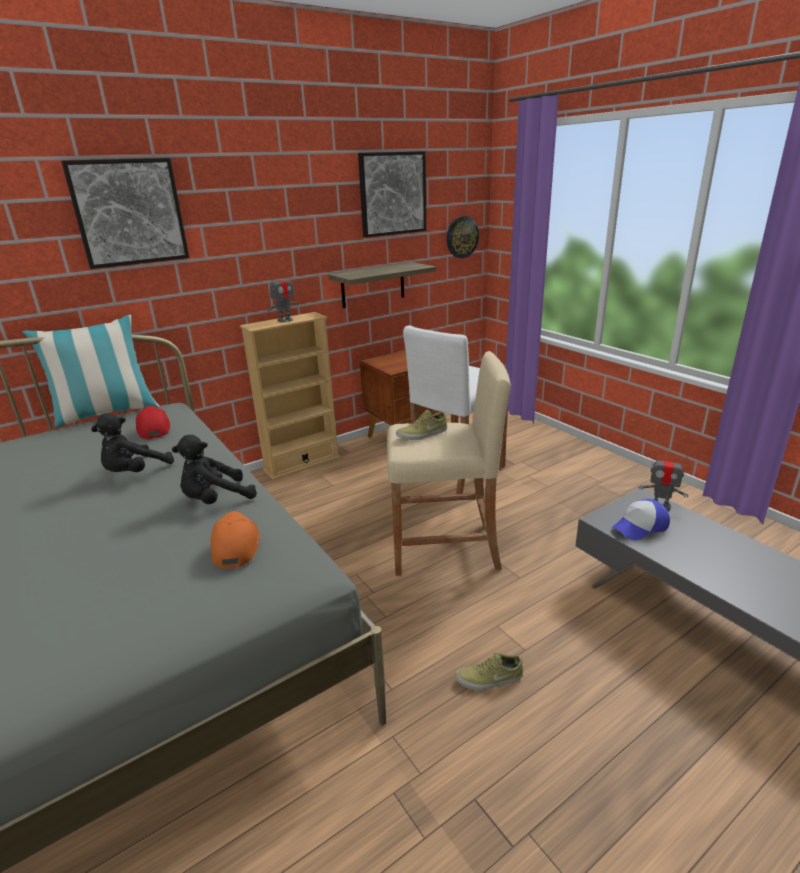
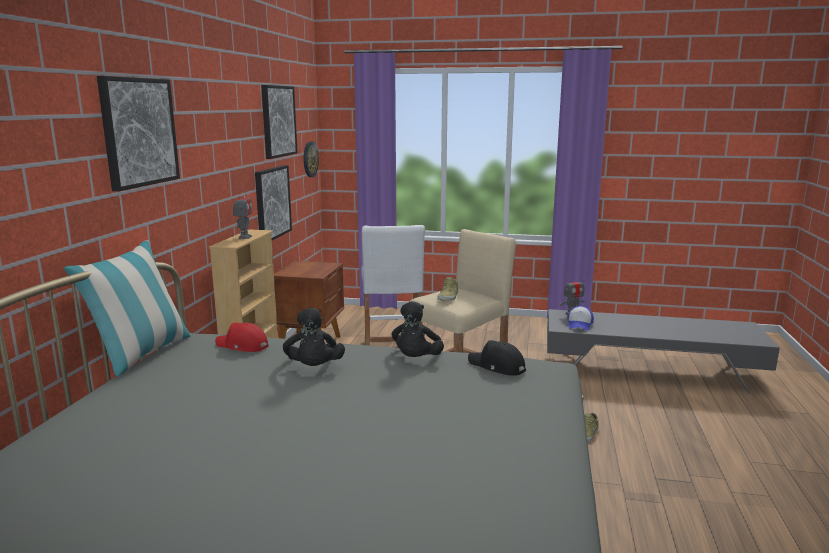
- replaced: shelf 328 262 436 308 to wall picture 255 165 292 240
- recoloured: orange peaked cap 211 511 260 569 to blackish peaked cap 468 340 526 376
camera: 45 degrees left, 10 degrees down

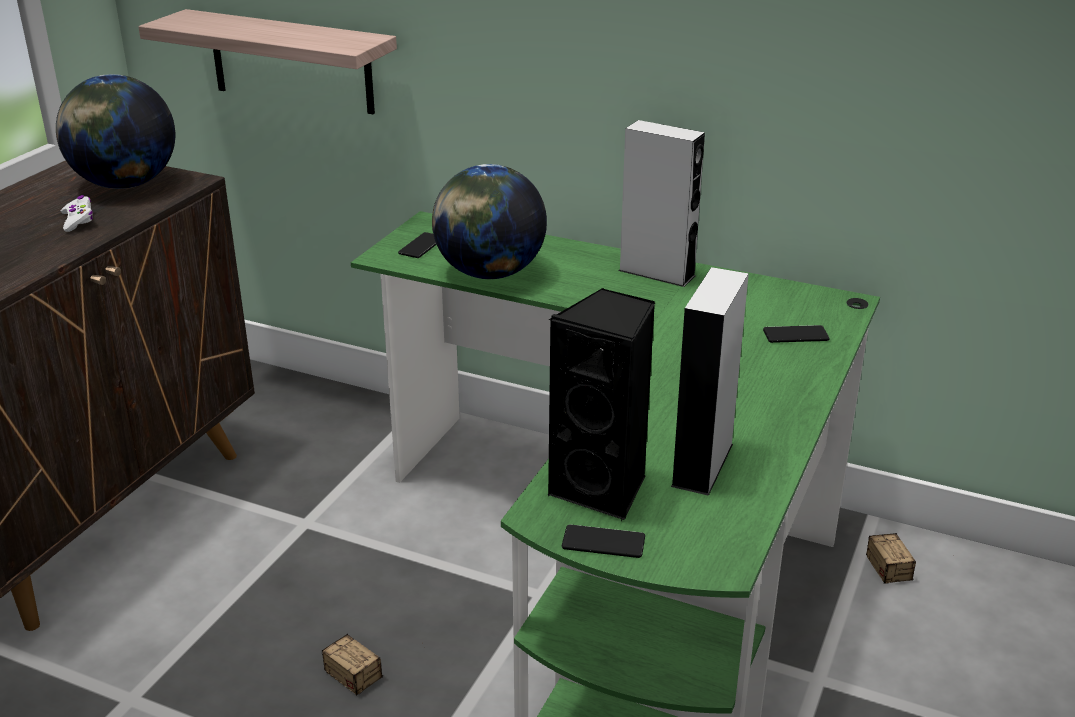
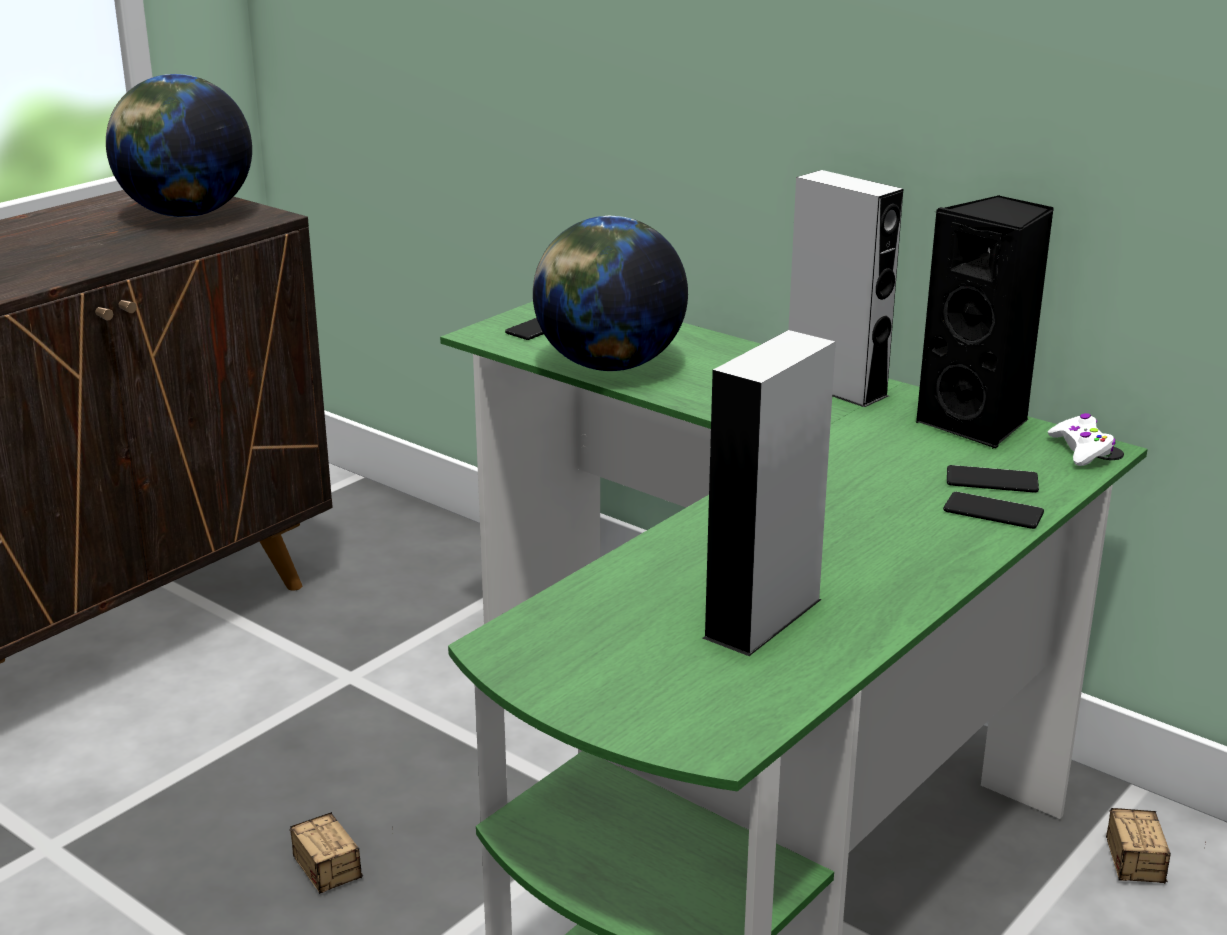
- removed: shelf 138 9 397 115
- moved: white-coloured game controller 61 195 93 232 to 1048 413 1115 466
- moved: blackish loudspeaker 547 288 655 521 to 916 195 1054 449
- moved: phone 562 524 645 558 to 943 492 1044 529
camera: 15 degrees right, 5 degrees down

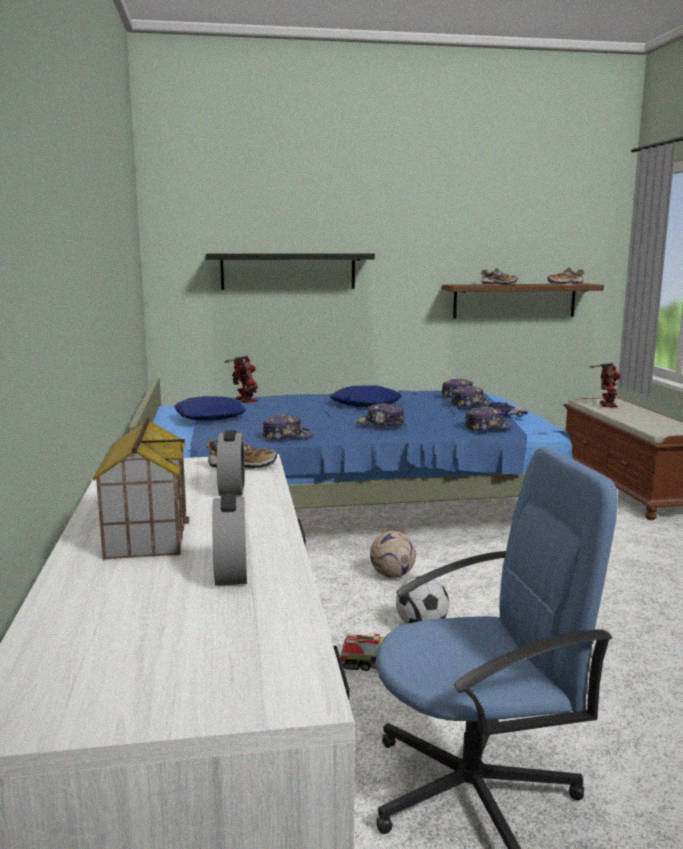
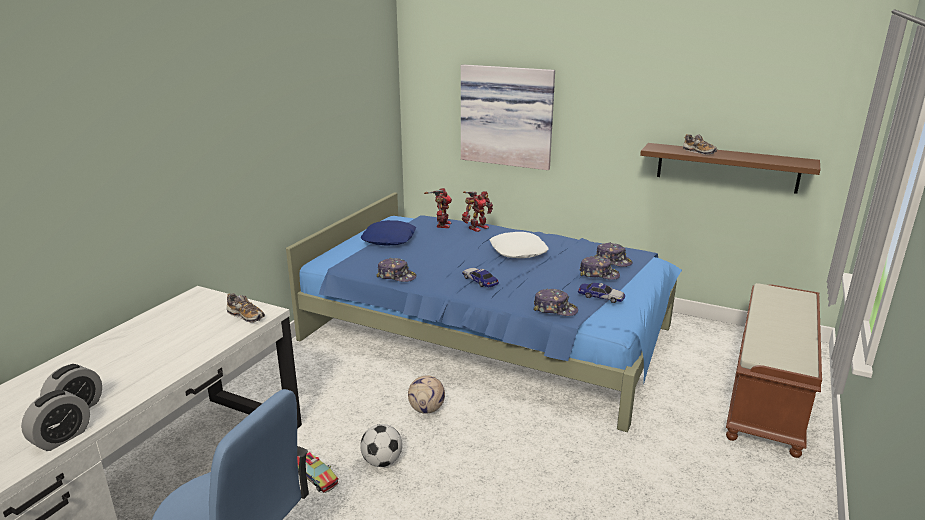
- replaced: blackish shelf 206 253 375 290 to wall picture 461 65 555 170
- removed: shoe 547 267 584 285
- moved: toy robot 589 362 620 408 to 462 191 493 232
- recoloured: bluish pillow 329 385 402 407 to white-coloured pillow 490 232 549 258
- replaced: peaked cap 357 403 404 426 to miniature car 462 268 499 287
- removed: miniature house 93 417 190 560
- moved: bedside clock 217 430 245 496 to 21 390 90 451
camera: 35 degrees right, 10 degrees up

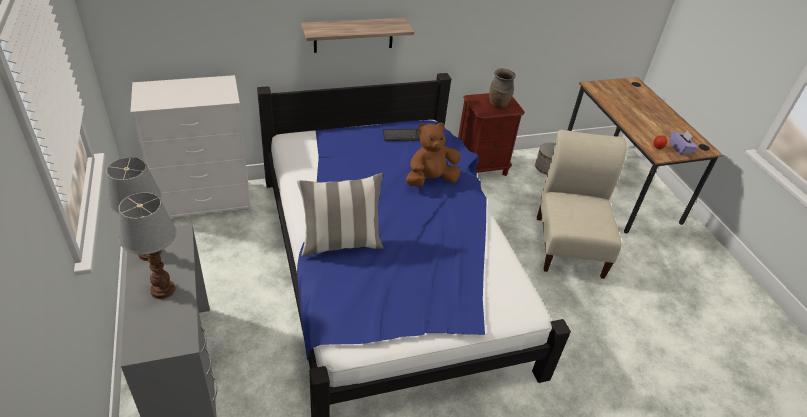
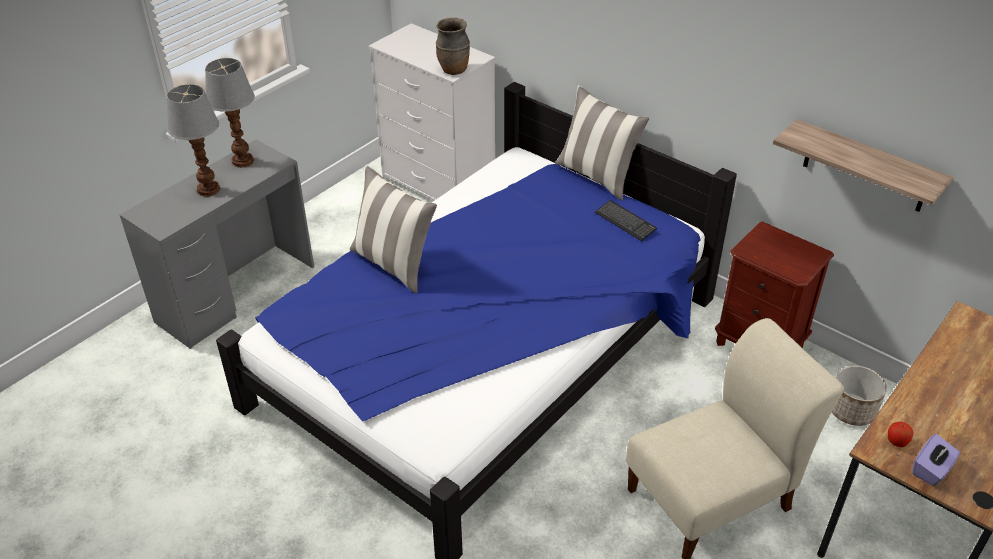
- moved: shelf 301 18 414 53 to 773 119 953 212
- moved: brown-coloured vase 489 68 516 109 to 436 18 470 75
- removed: brown-coloured soft toy 406 122 460 187
- added: pillow 555 85 649 200
camera: 60 degrees right, 0 degrees up

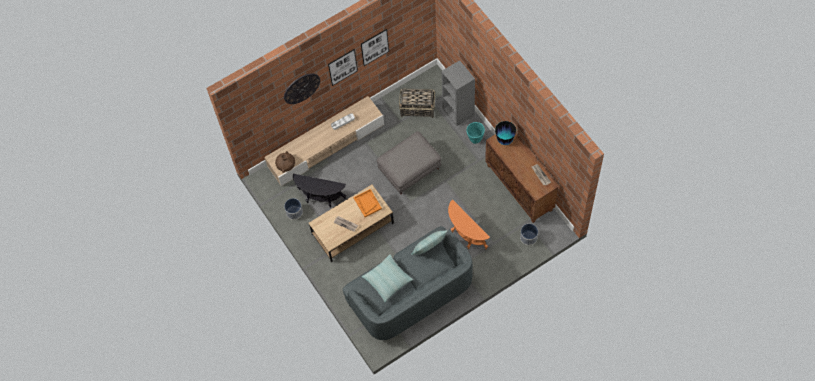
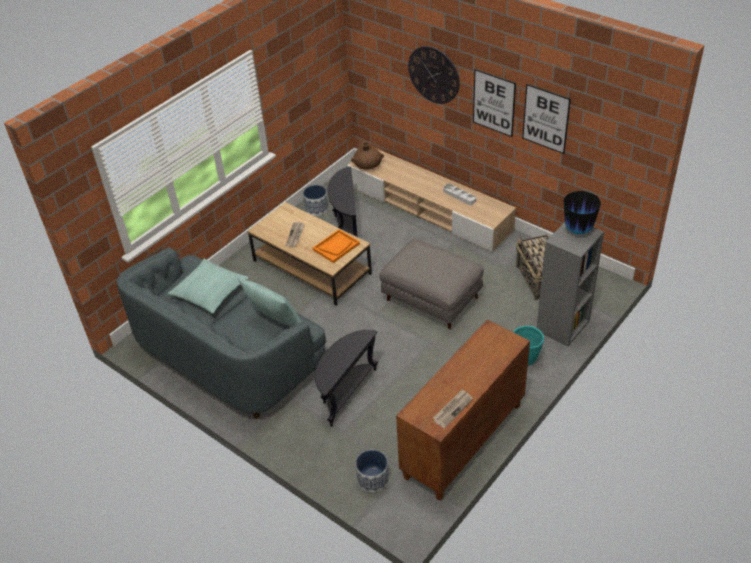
- moved: vase 495 121 516 145 to 564 191 601 234
- recoloured: orange accent table 448 200 490 249 to blackish accent table 315 330 378 427
camera: 70 degrees right, 20 degrees down

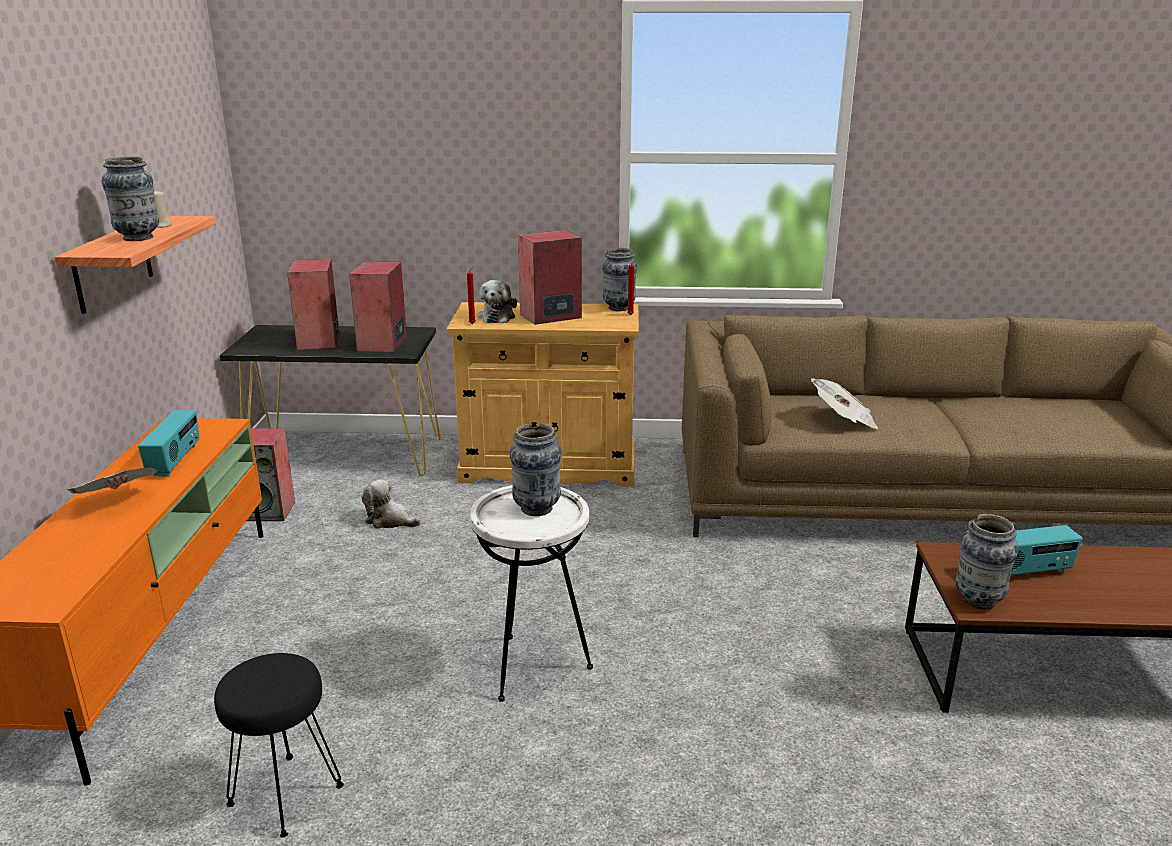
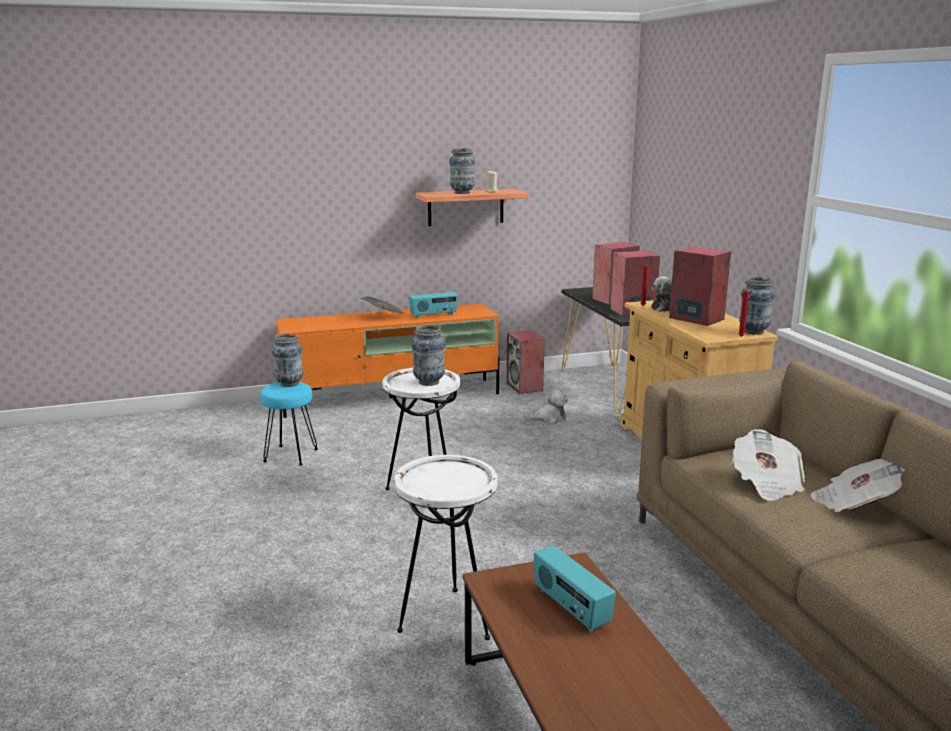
- turned: soft toy 362 479 421 529 = 524 389 568 424 75 degrees clockwise
- moved: vase 955 514 1019 610 to 272 333 303 387
- recoloured: blackish sitting stool 214 653 344 838 to blue-green sitting stool 260 382 318 466
- added: white-coloured accent table 394 455 498 640
- added: newspaper 811 459 905 512
camera: 70 degrees right, 5 degrees down

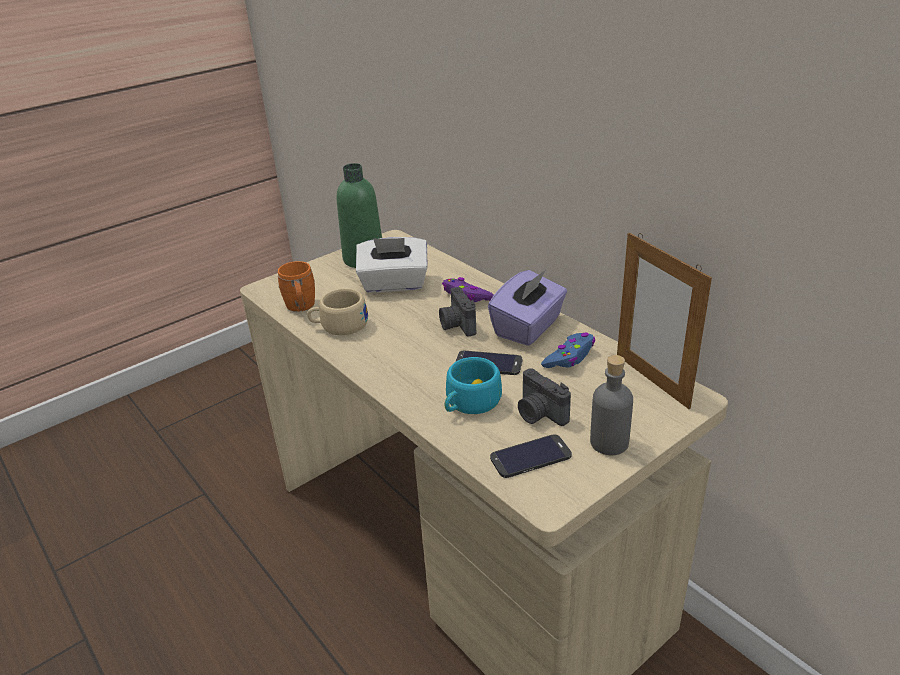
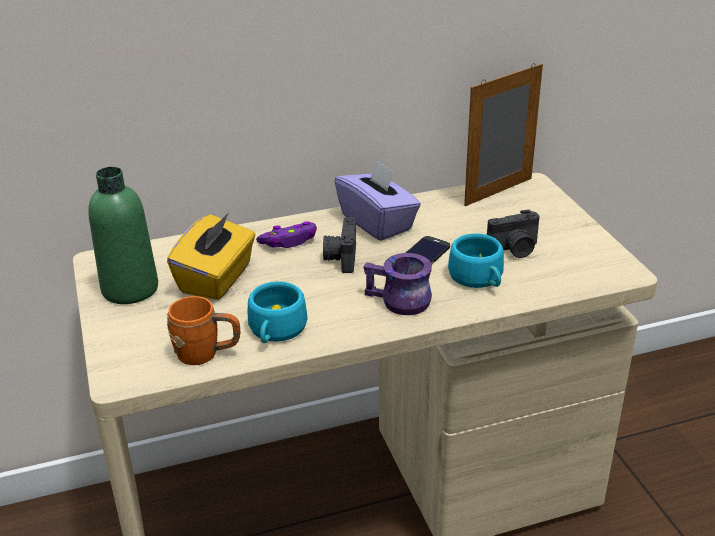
- turned: standing frame 617 233 712 409 = 464 63 543 206 150 degrees clockwise
- recoloured: white-coloured box of tissues 356 237 428 293 to yellow-coloured box of tissues 167 214 256 300
- turned: still camera 439 287 476 336 = 323 217 356 273 90 degrees clockwise
- recoloured: beige-coloured cup 307 289 368 335 to blue-green cup 248 281 307 343
- removed: bluish game controller 541 332 595 368
- removed: greyish beverage bottle 590 355 633 455
- removed: phone 490 434 572 478
- added: purplish coffee mug 363 253 432 315
camera: 70 degrees left, 0 degrees up

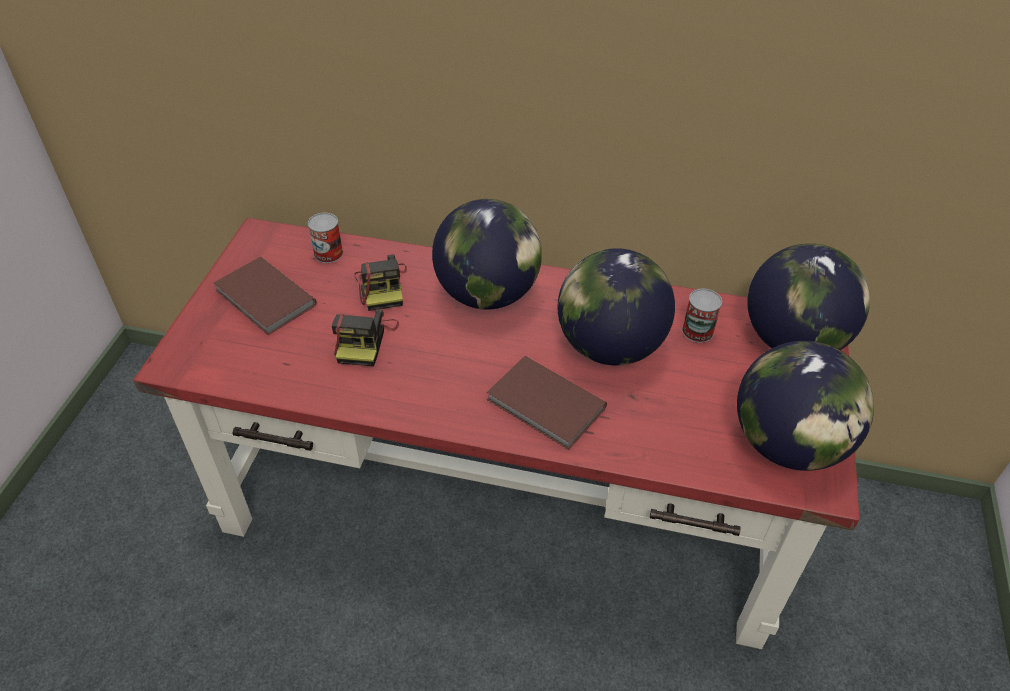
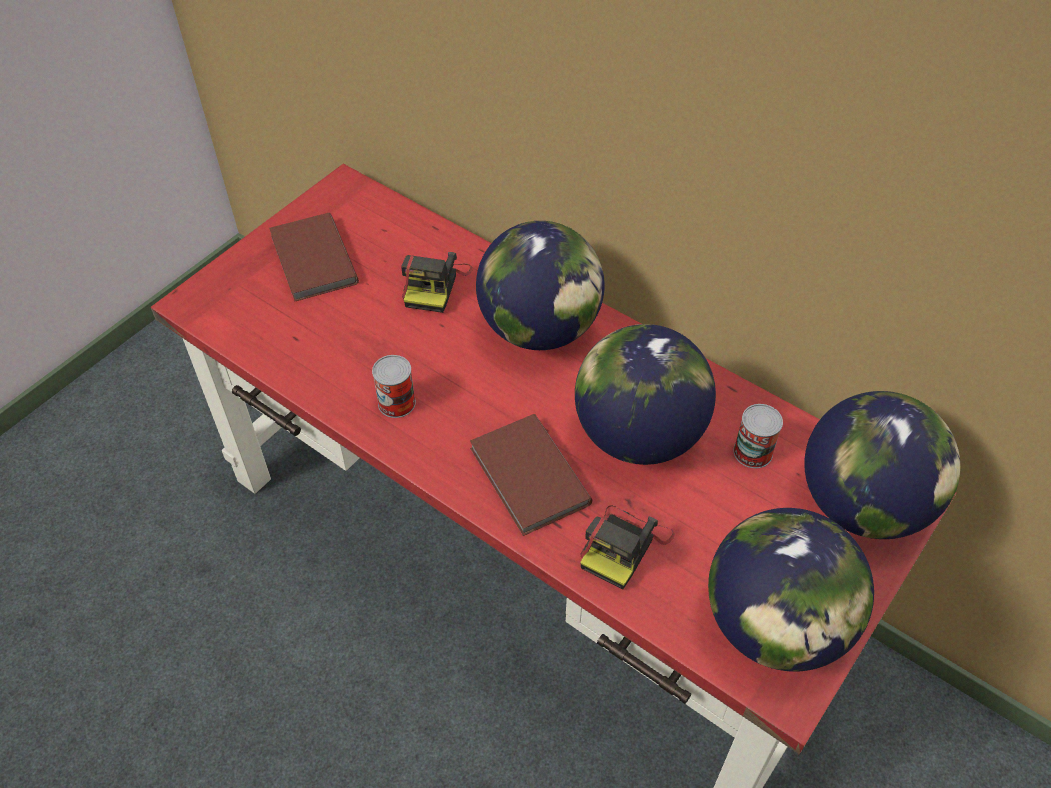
- moved: sealed can 308 213 343 263 to 372 355 416 418
- moved: still camera 332 309 399 366 to 580 505 674 590
camera: 25 degrees right, 5 degrees up

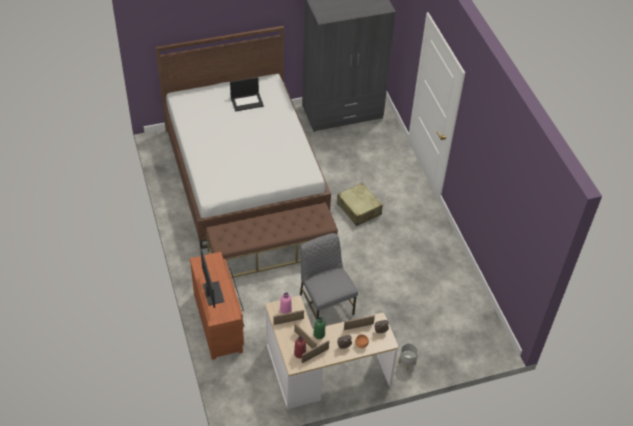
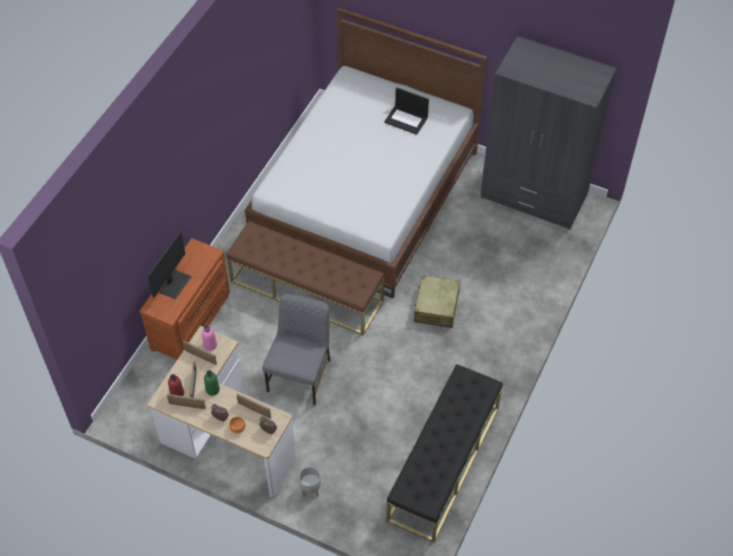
- added: blackish long seat 386 364 503 542
camera: 45 degrees right, 5 degrees up

